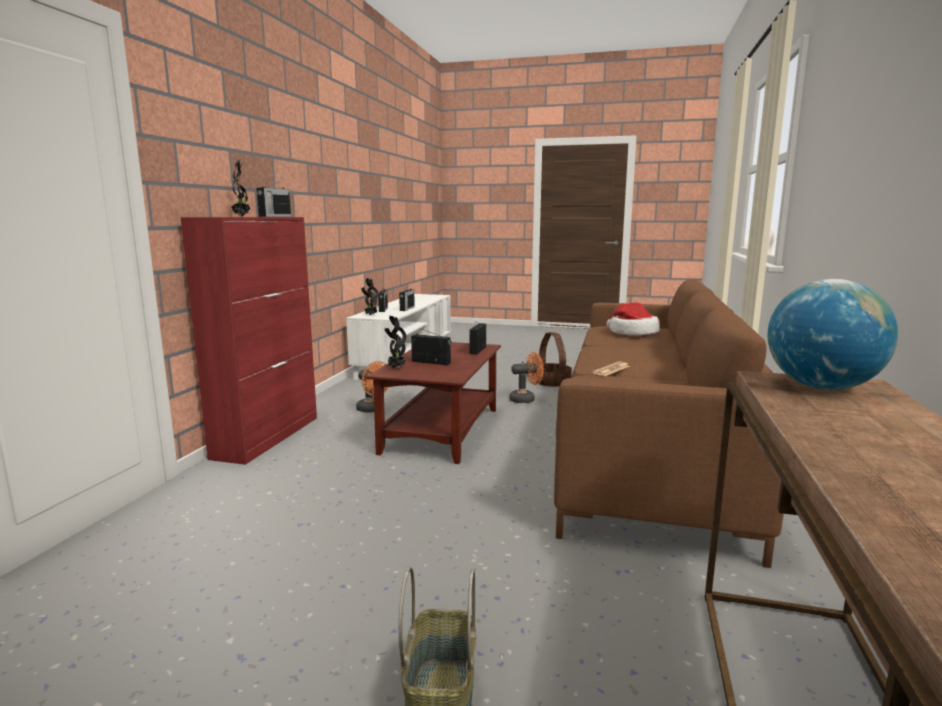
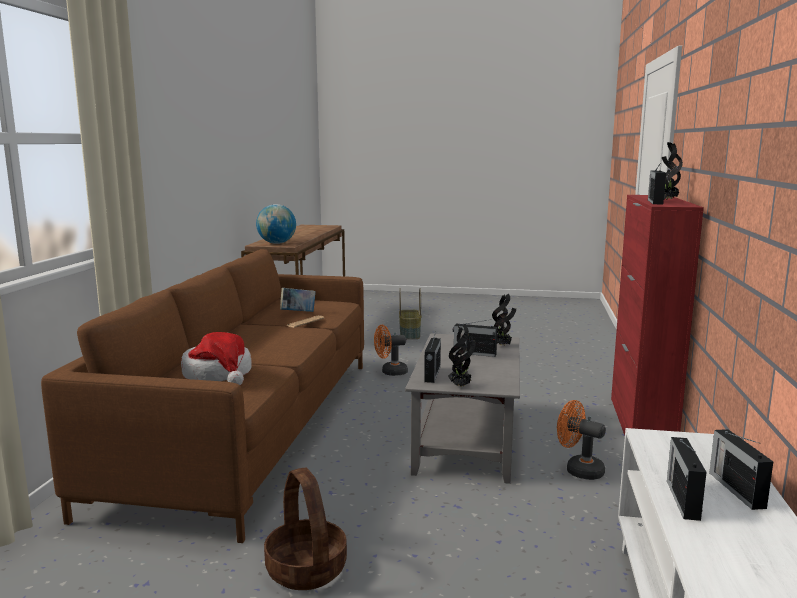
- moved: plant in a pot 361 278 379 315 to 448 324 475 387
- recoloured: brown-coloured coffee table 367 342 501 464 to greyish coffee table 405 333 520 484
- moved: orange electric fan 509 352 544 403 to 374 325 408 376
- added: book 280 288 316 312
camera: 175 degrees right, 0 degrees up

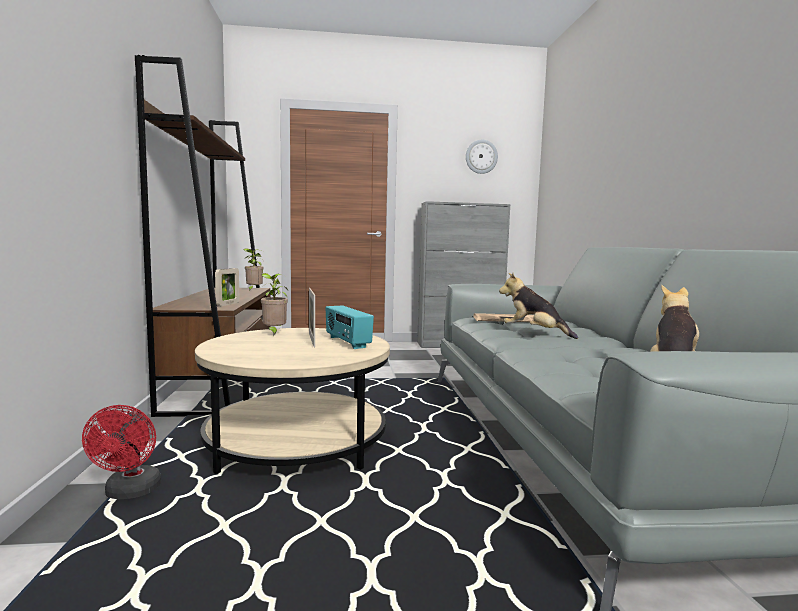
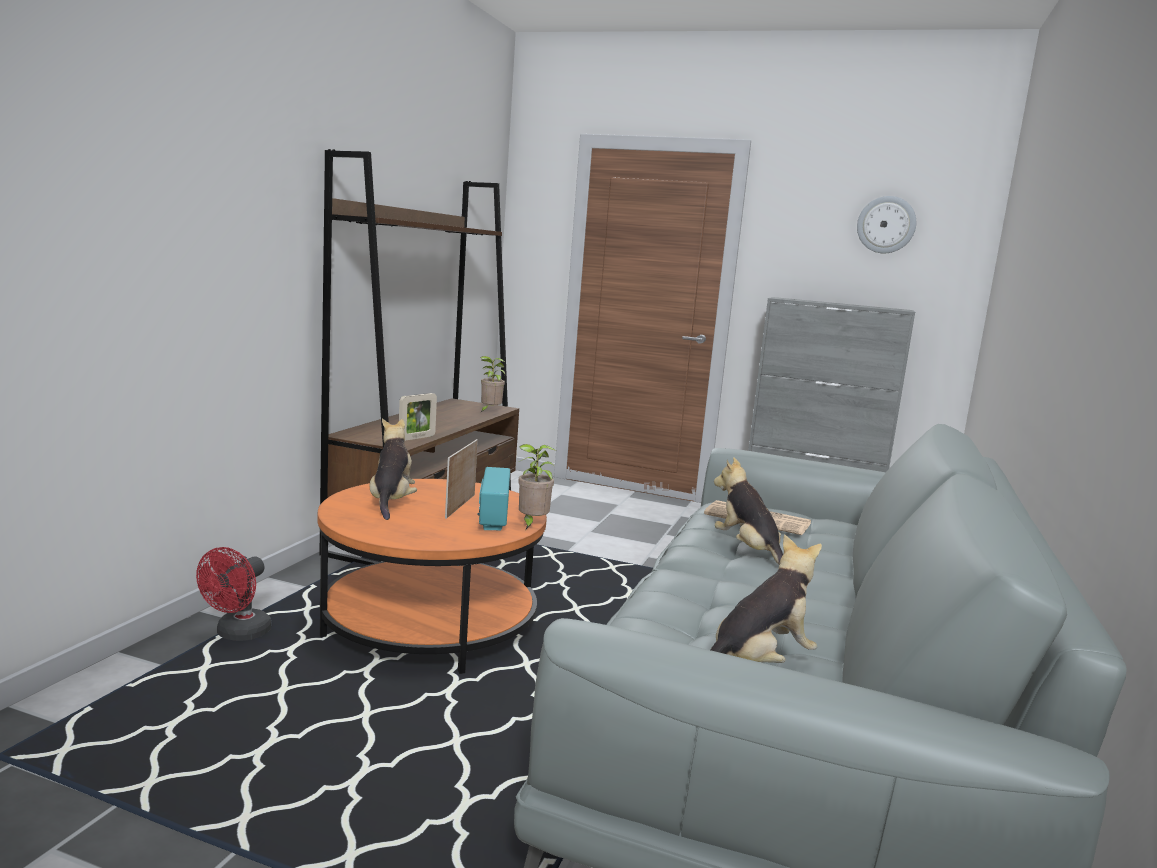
- moved: plant in a pot 261 273 288 336 to 518 444 556 529
- recoloured: beige-coloured coffee table 195 328 390 474 to orange coffee table 318 479 547 674
- added: soft toy 370 419 417 520
camera: 25 degrees right, 5 degrees up

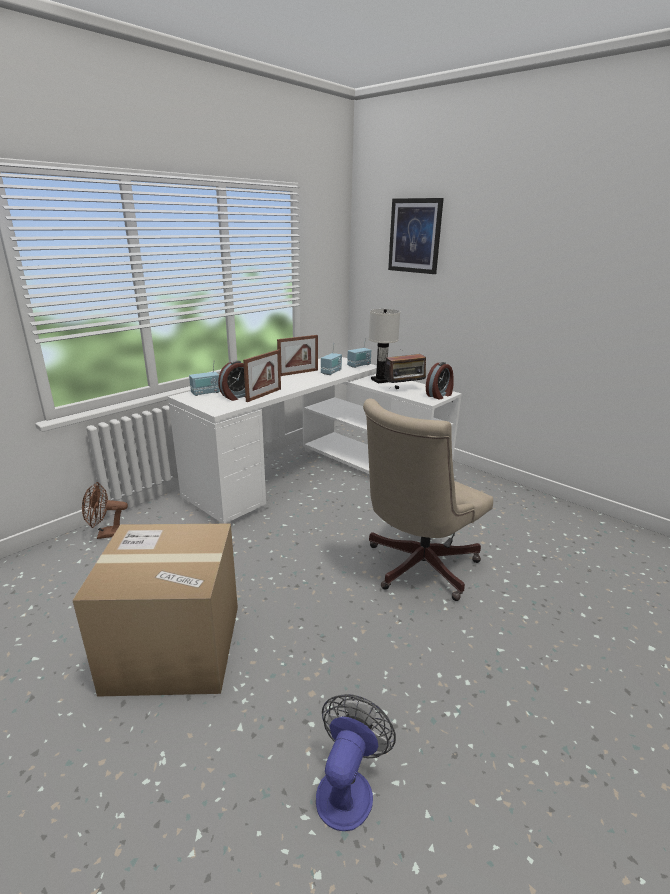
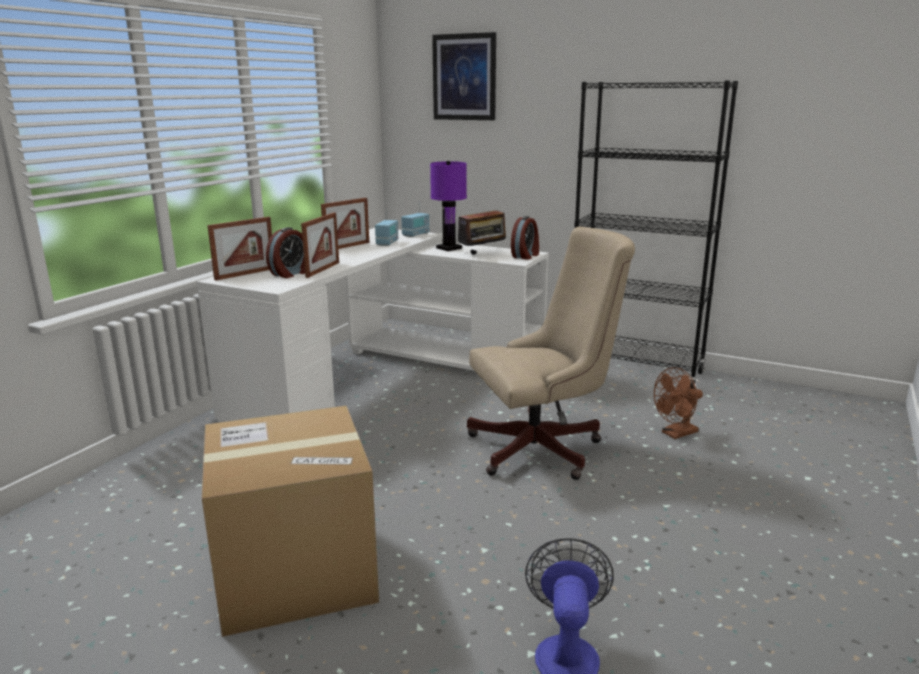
- recoloured: white-coloured tabletop lamp 369 309 400 384 to purplish tabletop lamp 430 161 467 251
- replaced: radio receiver 189 360 220 396 to standing frame 207 217 272 281
- turned: beige-coloured office chair 363 398 493 601 = 467 227 635 480 135 degrees counterclockwise
- moved: brown-coloured electric fan 82 482 128 539 to 654 367 703 439
- added: blackish bookcase 574 81 738 389
camera: 15 degrees left, 5 degrees down

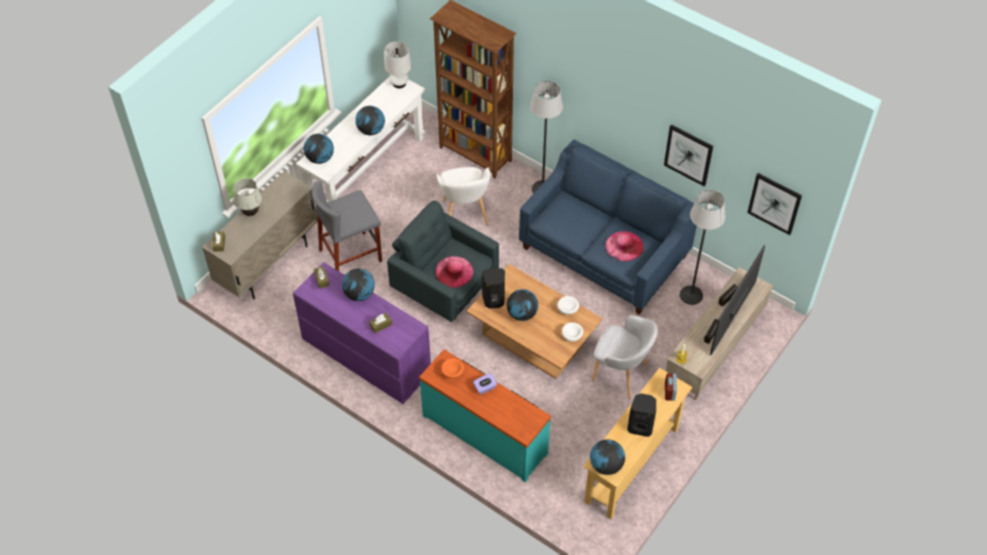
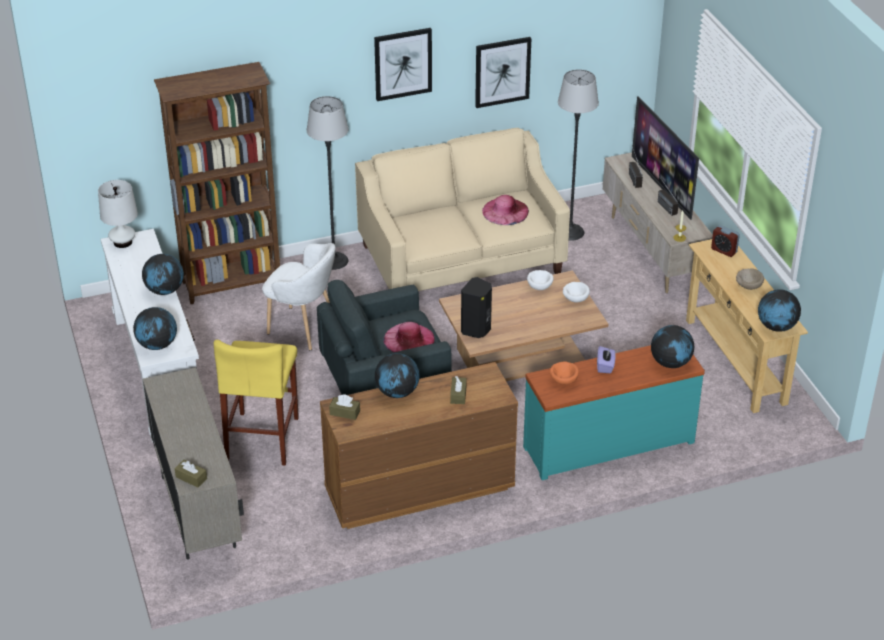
- recoloured: bluish sofa 519 140 697 314 to beige-coloured sofa 355 128 570 291
- moved: wall picture 747 173 802 235 to 374 28 432 101
- removed: white-coloured tabletop lamp 233 178 262 216
- recoloured: greyish sitting stool 312 181 382 271 to yellow-coloured sitting stool 214 340 299 466
- recoloured: purplish chest of drawers 293 262 431 404 to brown-coloured chest of drawers 320 362 518 529
- moved: globe 507 289 538 321 to 651 325 694 368
- removed: greyish easy chair 592 315 658 399
- replaced: blackish loudspeaker 627 393 656 437 to beige-coloured deep dish 736 268 764 290
camera: 55 degrees left, 15 degrees down

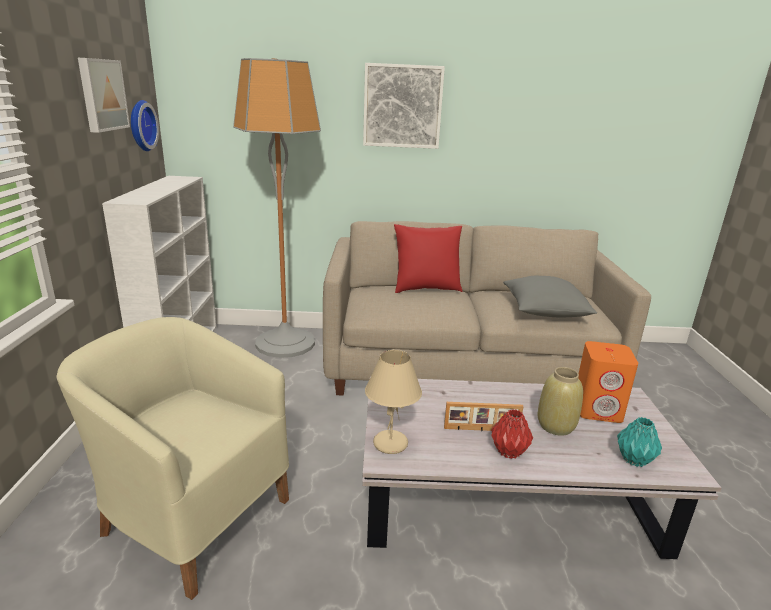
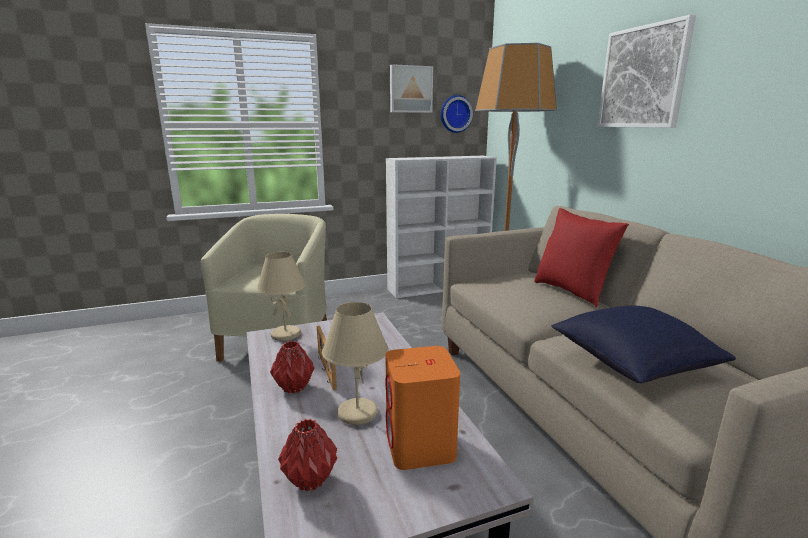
- recoloured: greyish pillow 503 276 597 318 to bluish pillow 551 306 736 383
- replaced: beige-coloured vase 538 367 583 436 to beige-coloured tabletop lamp 322 302 389 425
- recoloured: blue-green vase 617 417 662 467 to reddish vase 278 419 337 492
camera: 70 degrees right, 5 degrees down

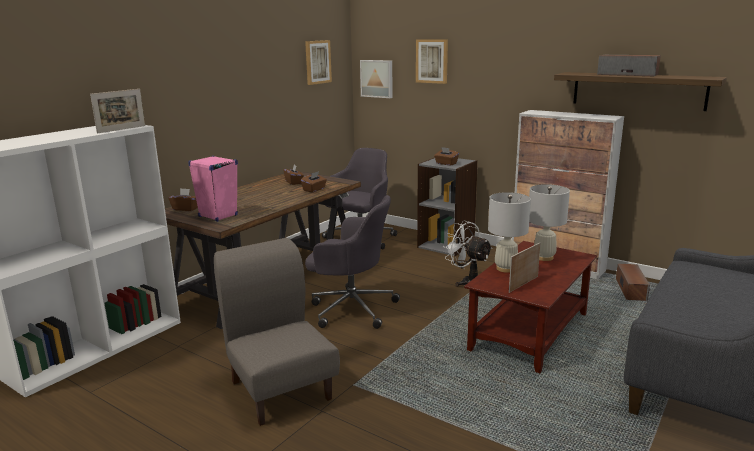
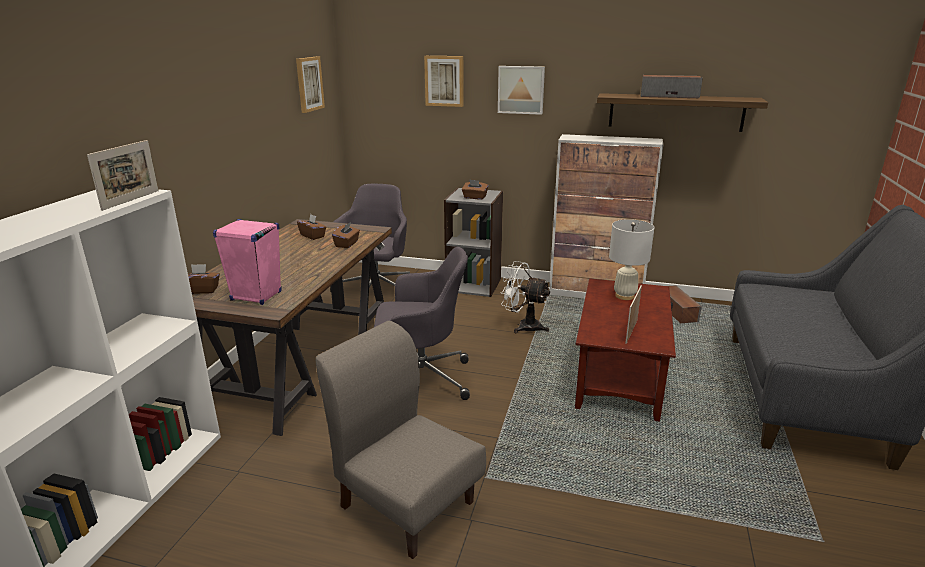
- moved: wall picture 360 60 393 98 to 498 66 545 115
- removed: white-coloured tabletop lamp 488 192 531 273
camera: 20 degrees left, 5 degrees up

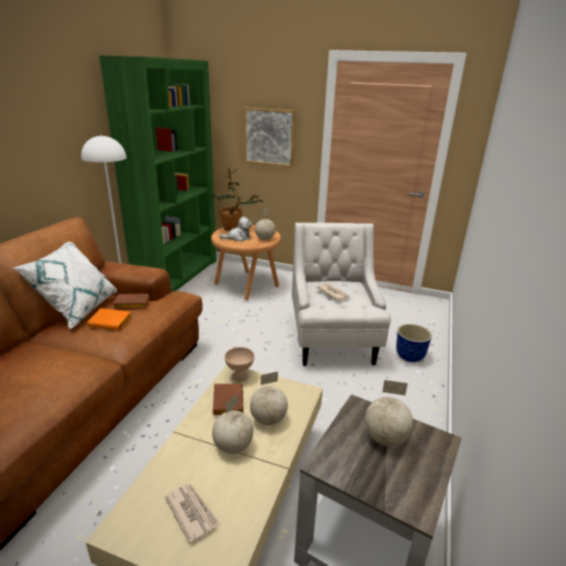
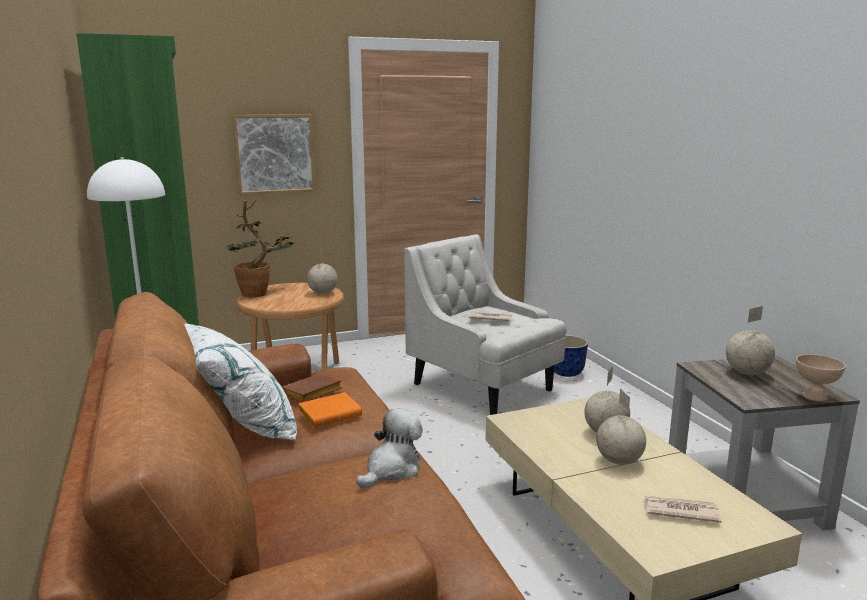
- moved: soft toy 220 217 252 242 to 356 409 423 489
- moved: beige-coloured deep dish 225 347 254 381 to 796 354 846 402
- removed: brown-coloured book 213 384 244 415
camera: 40 degrees left, 10 degrees down

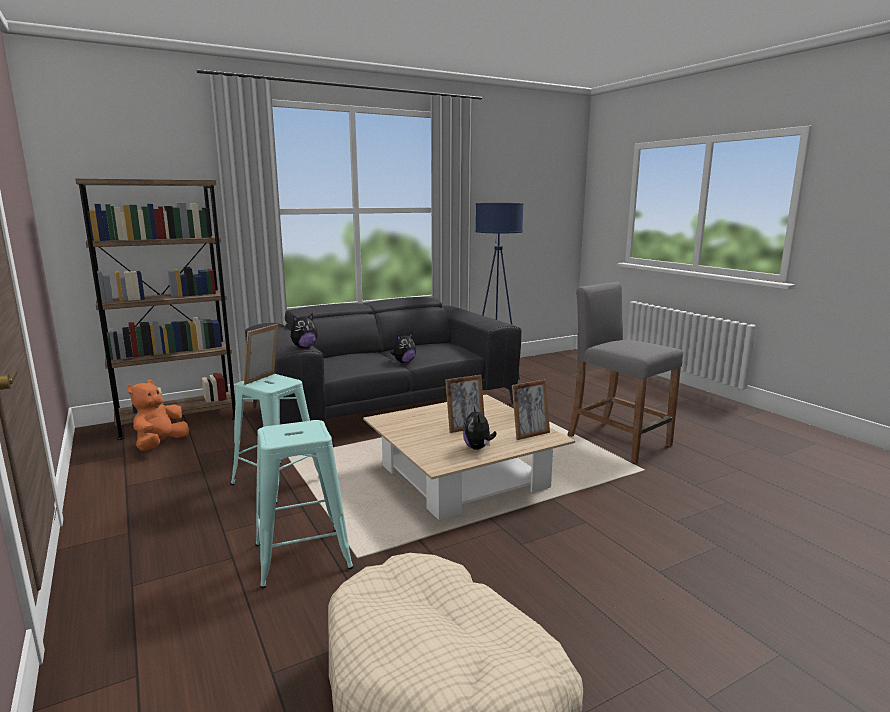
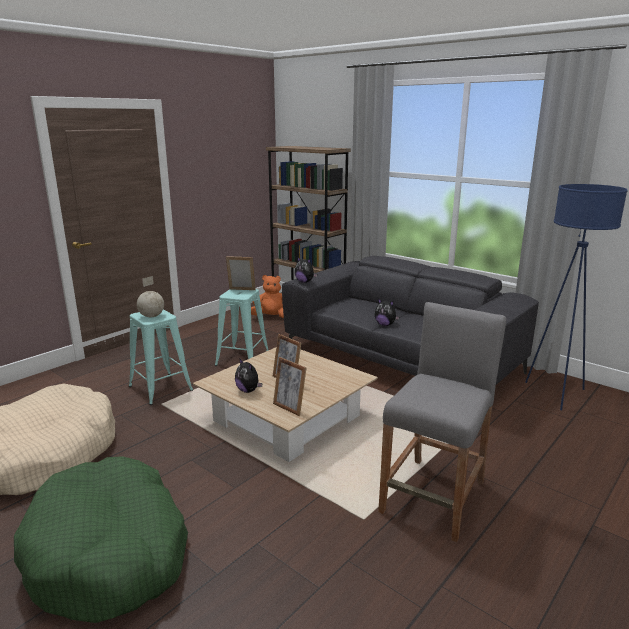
- turned: soft toy 463 406 497 450 = 235 358 262 393 105 degrees counterclockwise
- added: globe 137 276 164 317
- added: greenish dog bed 14 456 188 623
camera: 70 degrees right, 5 degrees up

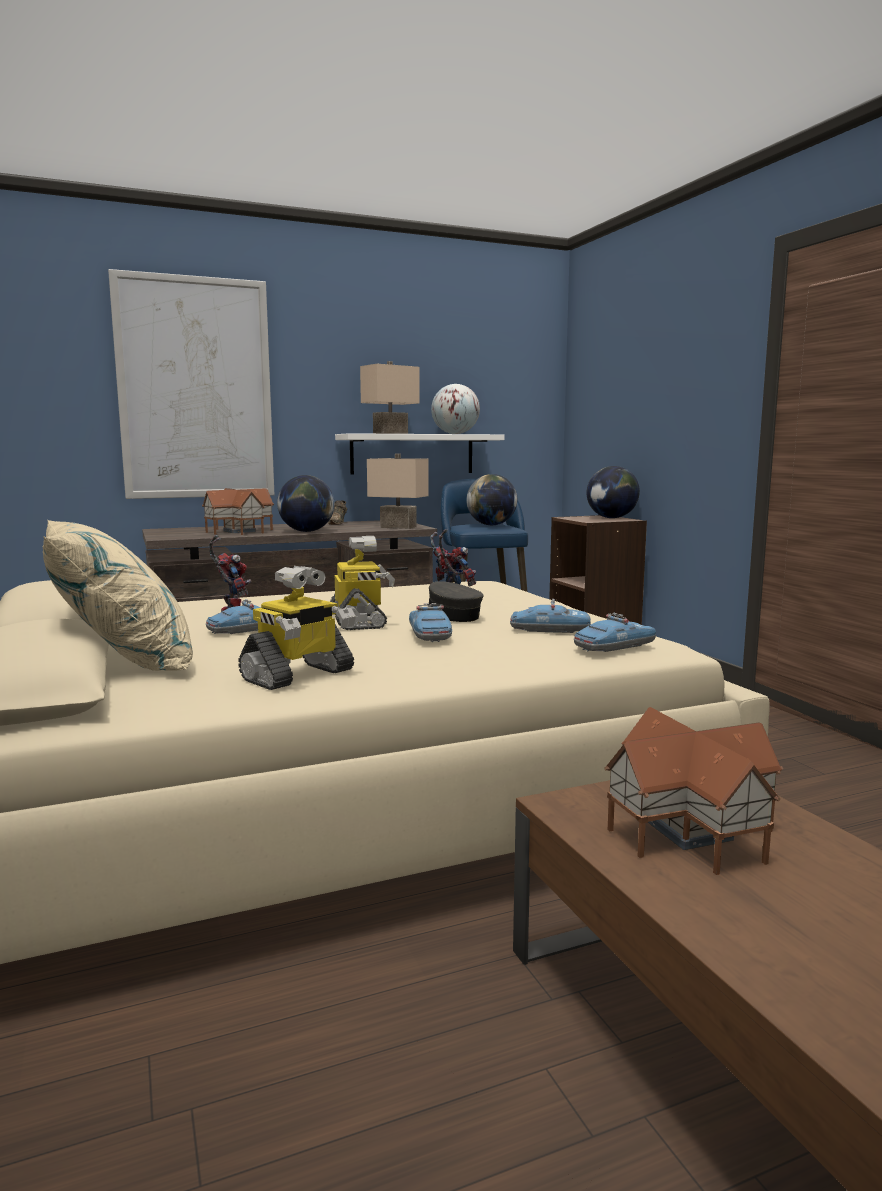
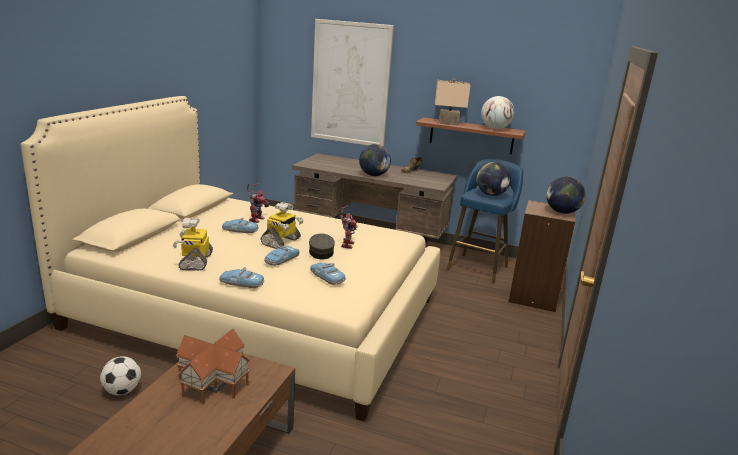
- recoloured: white-coloured shelf 335 433 504 475 to brown-coloured shelf 416 117 526 154
- removed: beige-coloured tabletop lamp 367 453 429 529
- removed: miniature house 202 488 274 535
- removed: beige-coloured pillow 43 520 193 671
- turned: toy robot 238 566 356 690 = 173 218 213 271 90 degrees clockwise
- moved: miniature car 574 613 656 652 to 219 267 264 288
- added: football 100 356 141 395
camera: 40 degrees right, 10 degrees up

